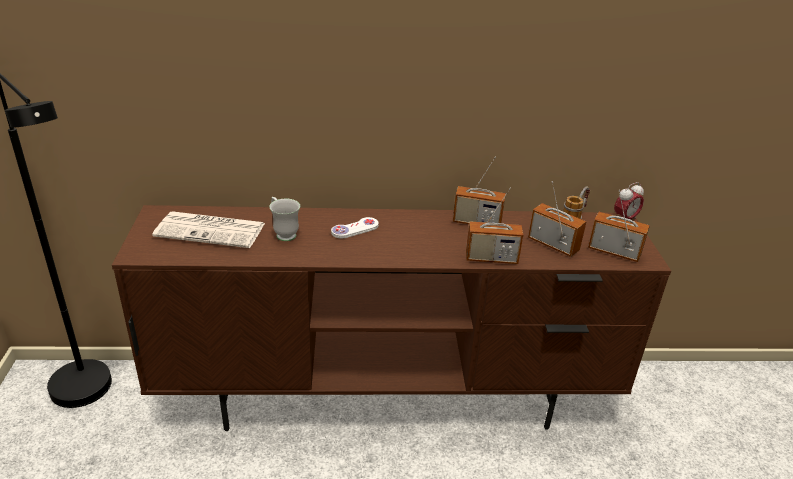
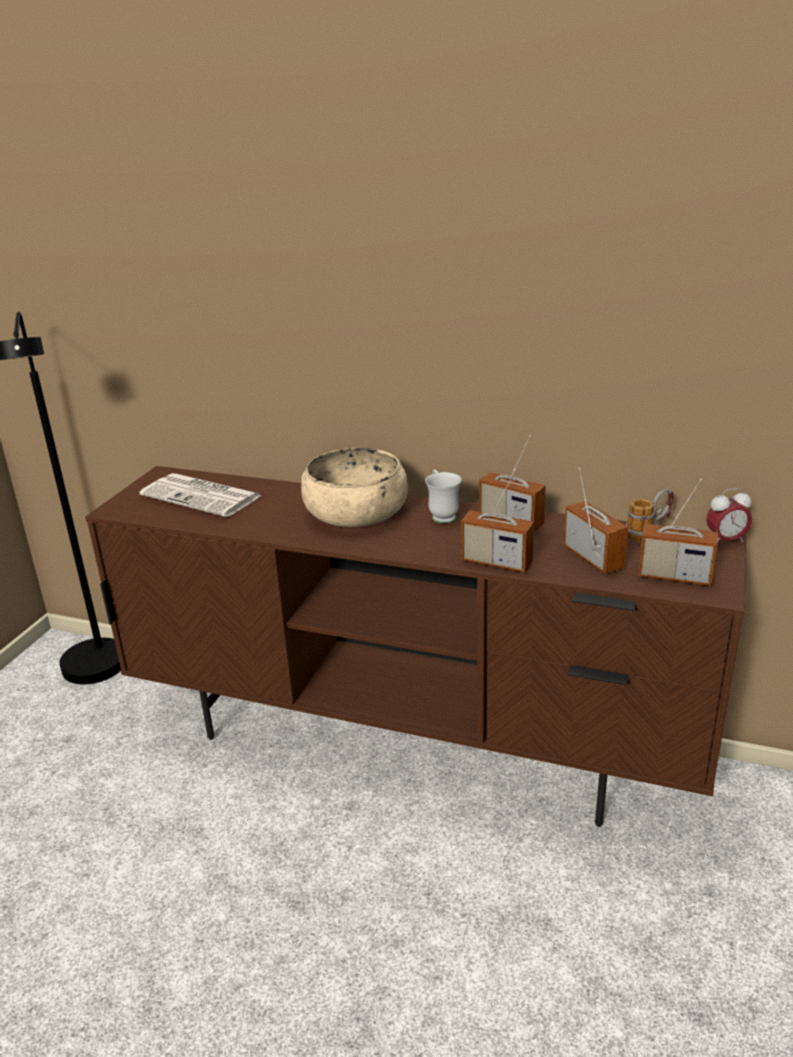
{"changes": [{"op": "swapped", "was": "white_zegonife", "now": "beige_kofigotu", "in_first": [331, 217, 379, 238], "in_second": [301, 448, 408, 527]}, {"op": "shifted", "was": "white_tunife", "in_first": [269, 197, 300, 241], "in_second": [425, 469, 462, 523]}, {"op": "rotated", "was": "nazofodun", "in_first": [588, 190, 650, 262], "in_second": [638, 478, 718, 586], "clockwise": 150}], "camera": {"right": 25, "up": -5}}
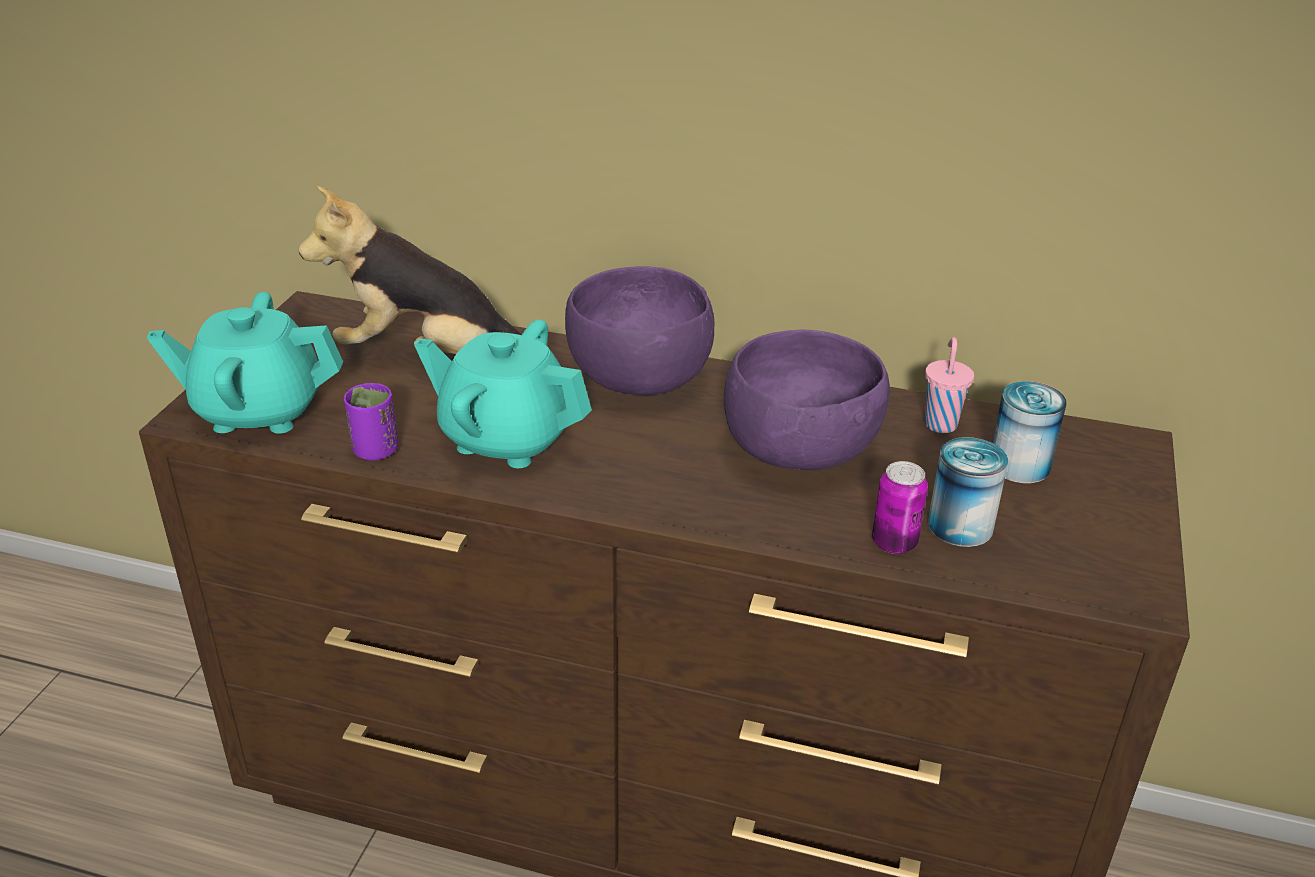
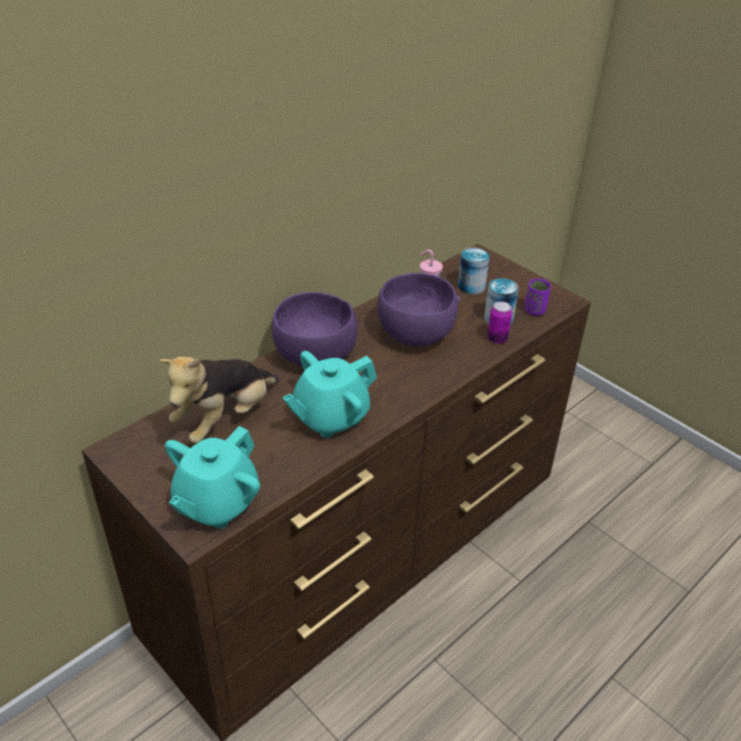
{"changes": [{"op": "shifted", "was": "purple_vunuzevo", "in_first": [344, 383, 398, 461], "in_second": [524, 279, 551, 316]}], "camera": {"right": -60, "up": 5}}
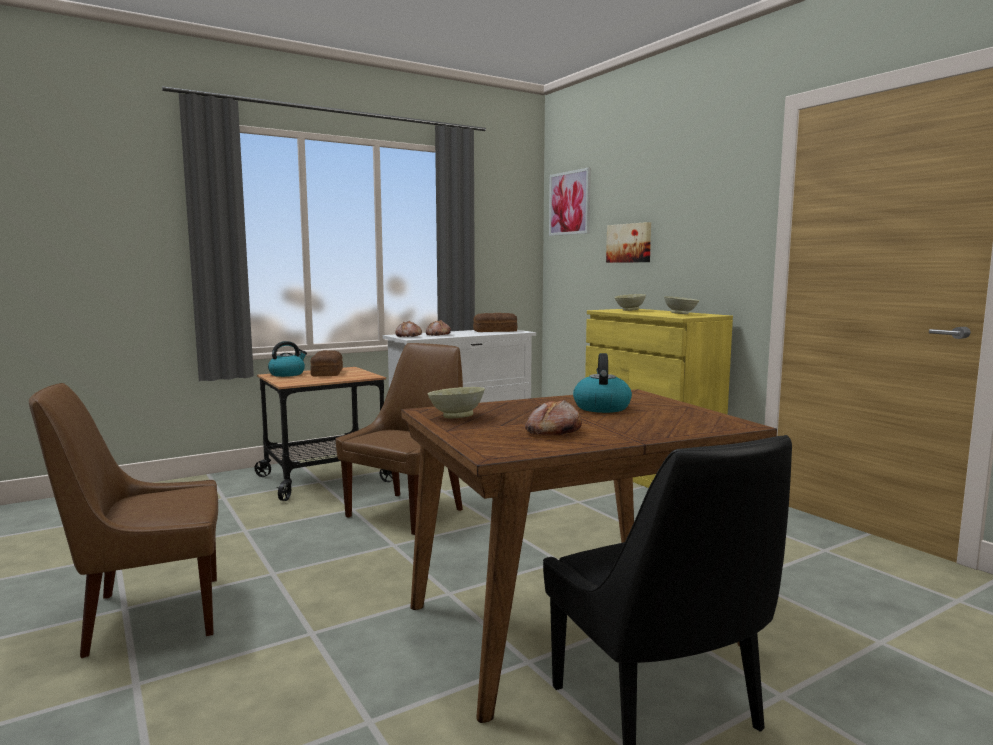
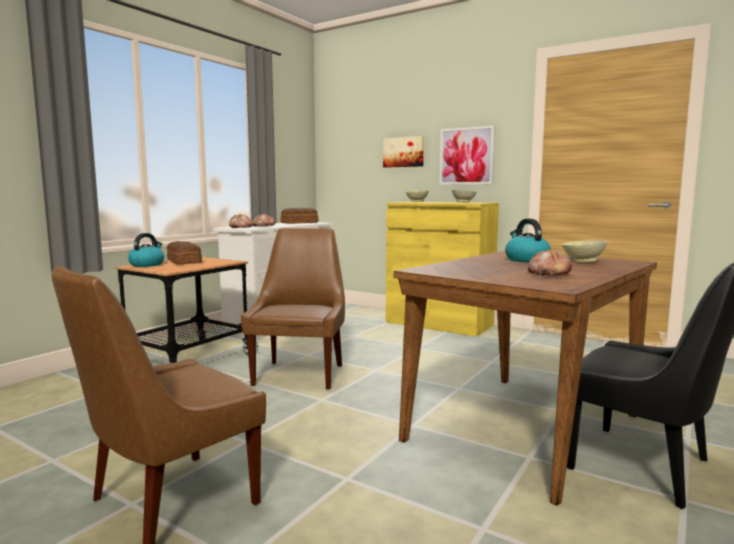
{"changes": [{"op": "shifted", "was": "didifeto", "in_first": [549, 168, 591, 236], "in_second": [440, 126, 495, 185]}, {"op": "shifted", "was": "beige_kofigotu", "in_first": [427, 387, 485, 418], "in_second": [562, 240, 608, 263]}], "camera": {"right": -25, "up": 0}}
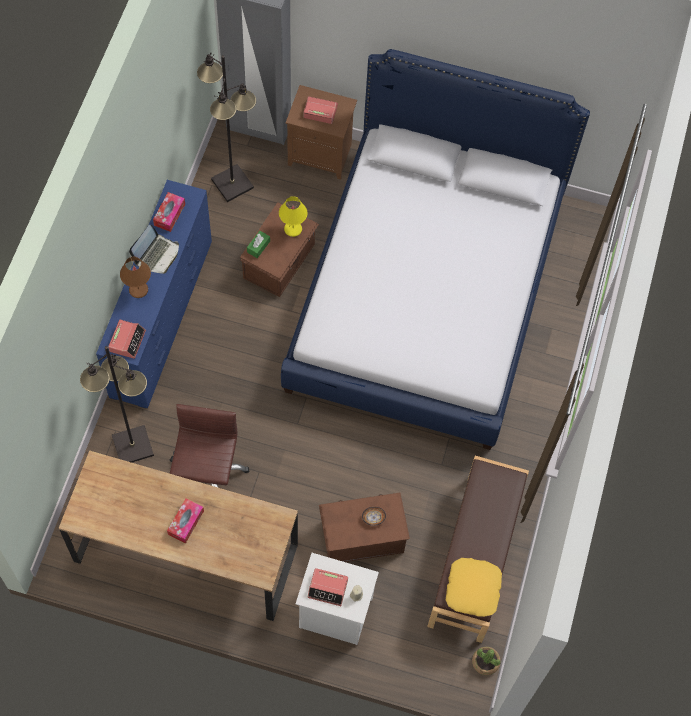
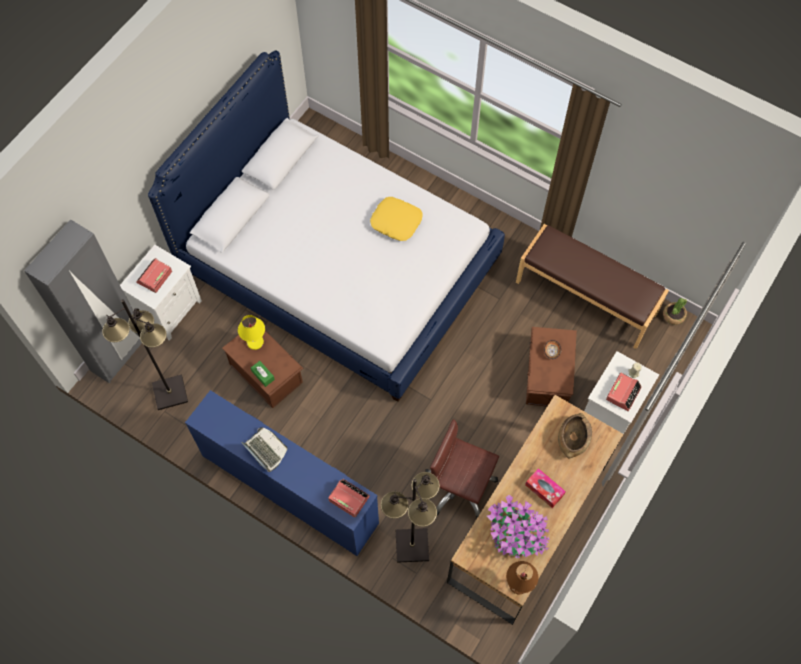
{"changes": [{"op": "repainted", "was": "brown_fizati", "now": "white_fizati", "in_first": [286, 85, 357, 180], "in_second": [120, 245, 202, 341]}, {"op": "shifted", "was": "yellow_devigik", "in_first": [446, 558, 502, 617], "in_second": [370, 197, 423, 241]}, {"op": "new", "now": "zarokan", "in_second": [487, 495, 550, 559]}, {"op": "shifted", "was": "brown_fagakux", "in_first": [120, 257, 151, 298], "in_second": [506, 561, 538, 594]}, {"op": "new", "now": "brown_kofigotu", "in_second": [558, 413, 592, 458]}, {"op": "gone", "was": "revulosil", "in_first": [153, 192, 185, 232]}], "camera": {"right": -70, "up": 0}}
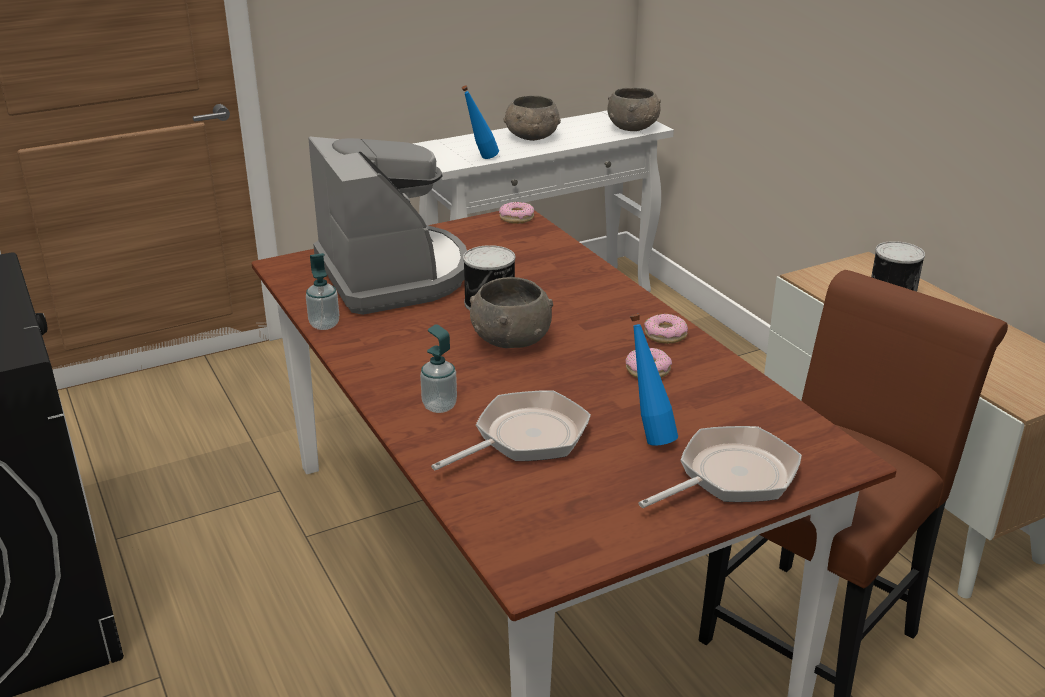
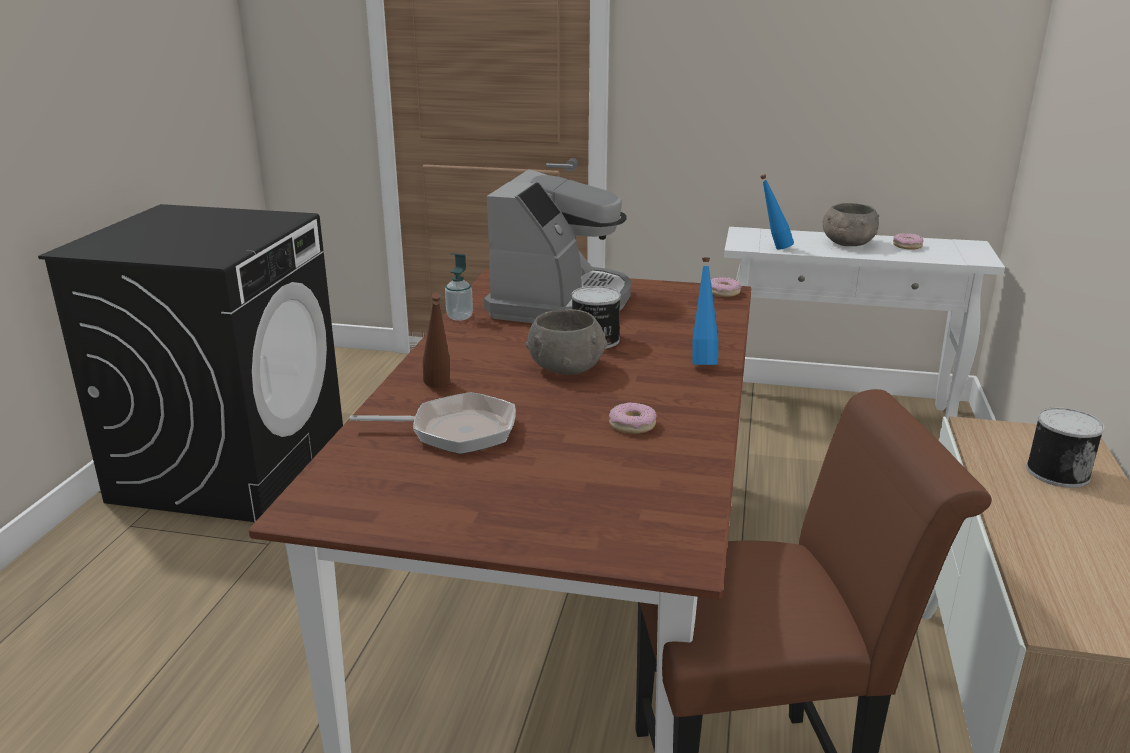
{"changes": [{"op": "swapped", "was": "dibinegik", "now": "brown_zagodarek", "in_first": [420, 324, 457, 413], "in_second": [423, 293, 450, 388]}, {"op": "shifted", "was": "blue_zagodarek", "in_first": [630, 314, 678, 446], "in_second": [692, 258, 718, 365]}, {"op": "shifted", "was": "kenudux", "in_first": [644, 314, 688, 344], "in_second": [893, 233, 924, 249]}, {"op": "gone", "was": "grey_kofigotu", "in_first": [607, 87, 661, 131]}, {"op": "gone", "was": "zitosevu", "in_first": [638, 426, 802, 508]}], "camera": {"right": 40, "up": -5}}
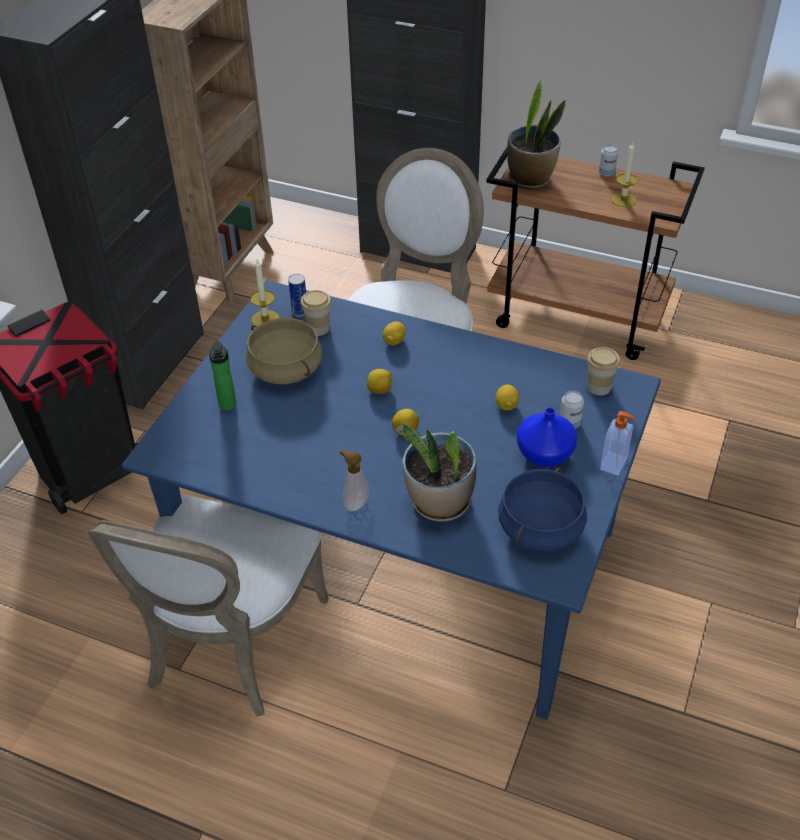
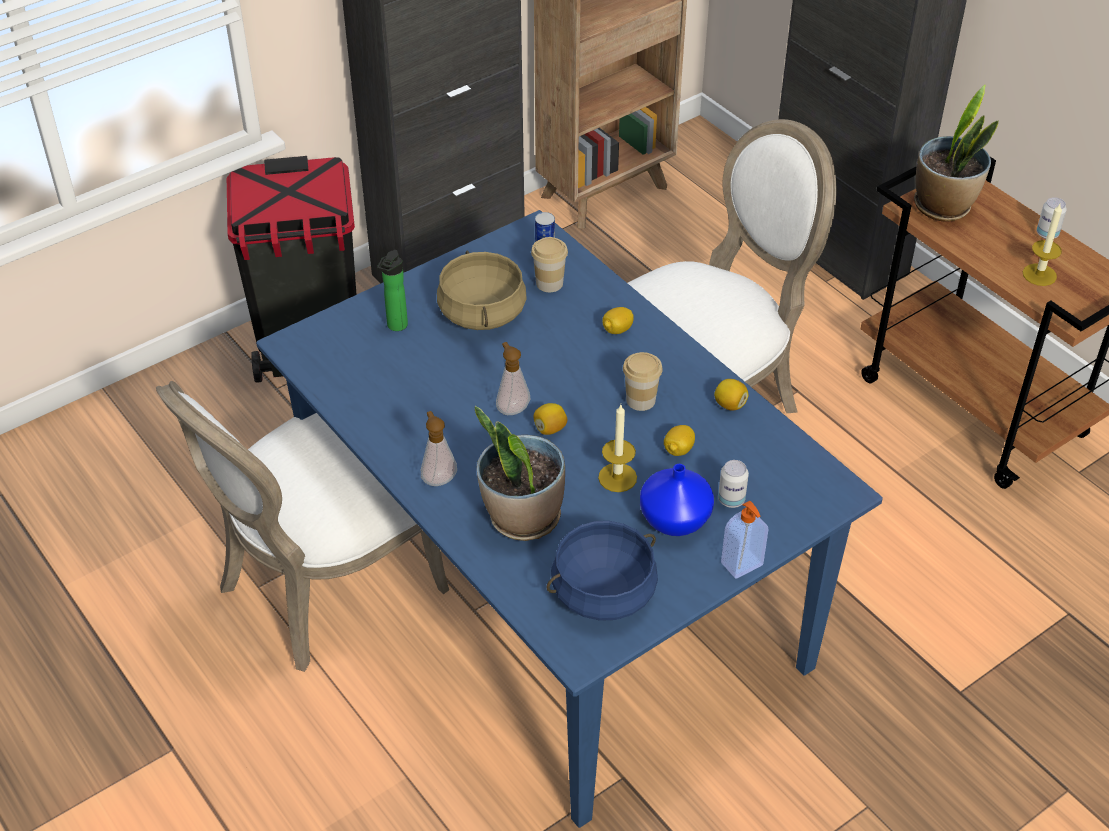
{"changes": [{"op": "new", "now": "dibinegik", "in_second": [496, 342, 530, 415]}, {"op": "shifted", "was": "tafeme", "in_first": [250, 259, 280, 326], "in_second": [598, 405, 637, 492]}, {"op": "shifted", "was": "vunuzevo", "in_first": [587, 347, 620, 395], "in_second": [623, 352, 663, 411]}, {"op": "shifted", "was": "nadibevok", "in_first": [367, 369, 393, 394], "in_second": [714, 379, 748, 411]}], "camera": {"right": 30, "up": 0}}
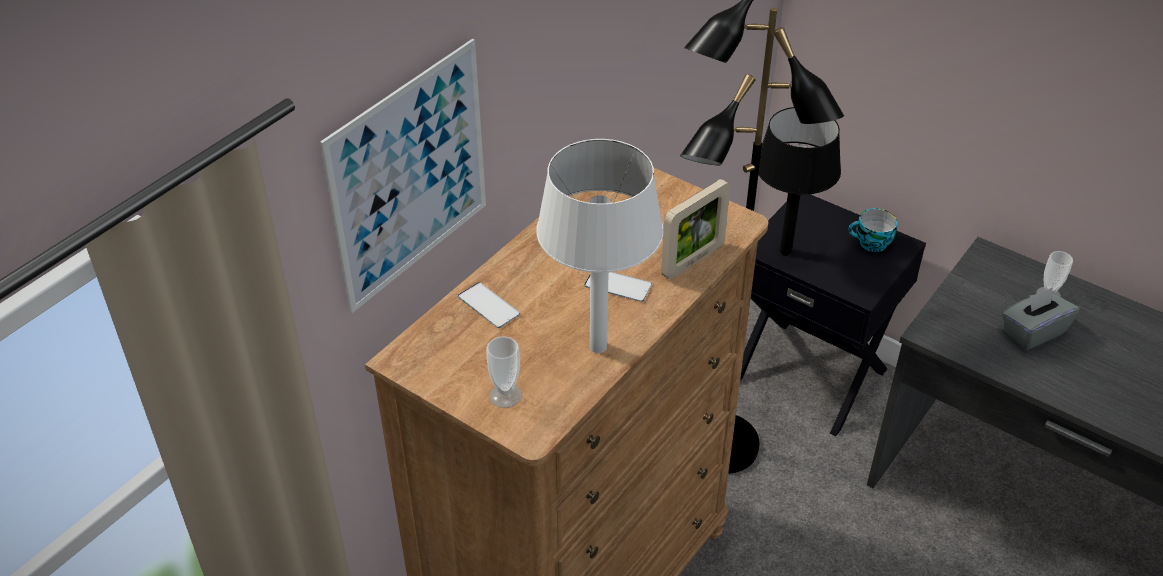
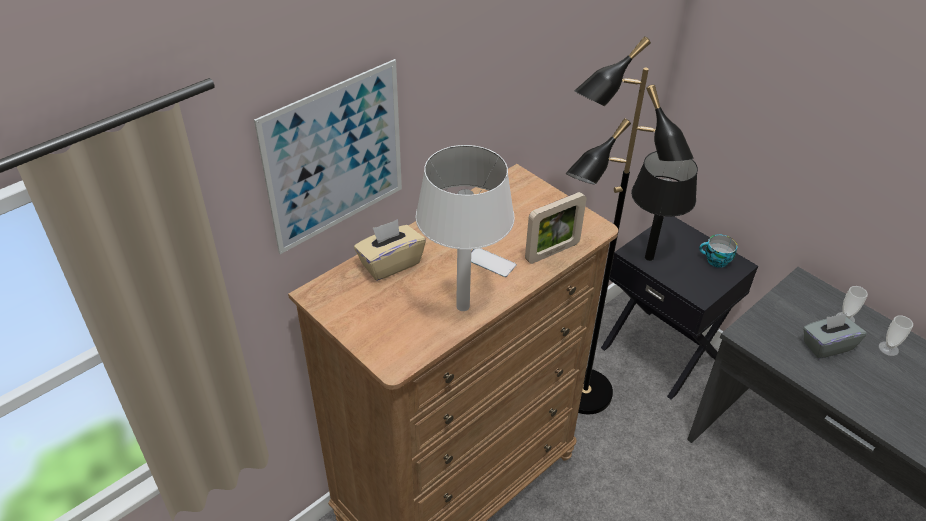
{"changes": [{"op": "swapped", "was": "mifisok", "now": "beige_revulosil", "in_first": [458, 282, 520, 328], "in_second": [354, 219, 426, 281]}, {"op": "shifted", "was": "vunuzevo", "in_first": [486, 336, 522, 408], "in_second": [879, 315, 913, 356]}], "camera": {"right": 10, "up": 0}}
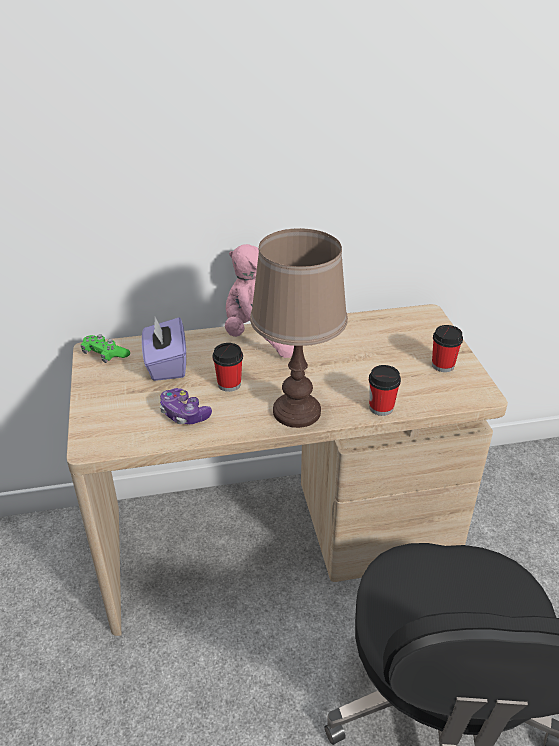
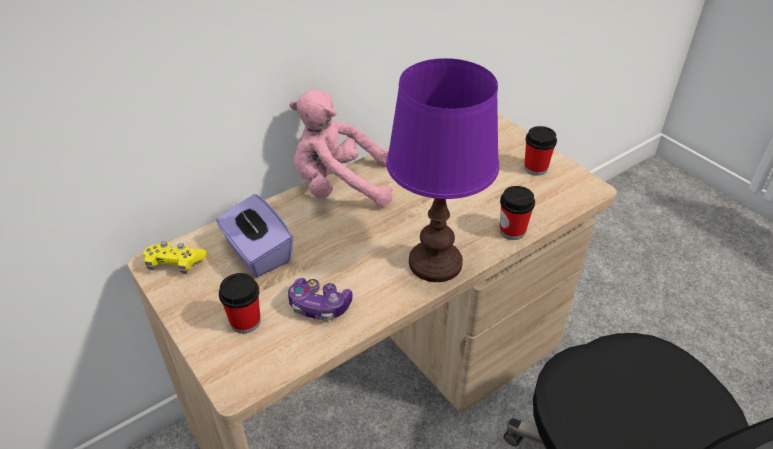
{"changes": [{"op": "repainted", "was": "green_zegonife", "now": "yellow_zegonife", "in_first": [81, 334, 130, 363], "in_second": [144, 241, 207, 274]}, {"op": "shifted", "was": "vunuzevo", "in_first": [213, 343, 243, 392], "in_second": [219, 273, 260, 334]}, {"op": "repainted", "was": "brown_fagakux", "now": "purple_fagakux", "in_first": [250, 228, 348, 428], "in_second": [386, 58, 499, 282]}], "camera": {"right": -25, "up": 5}}
